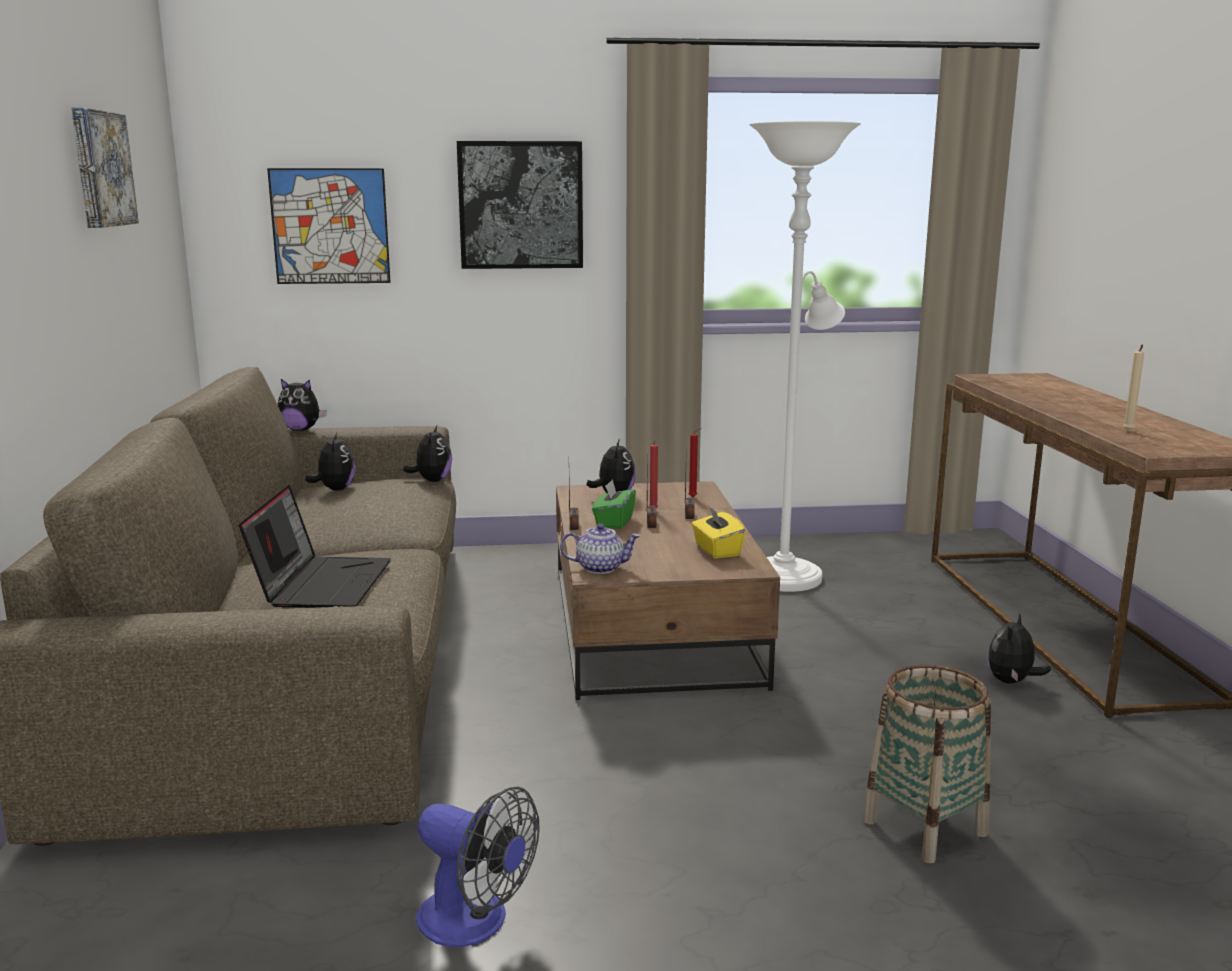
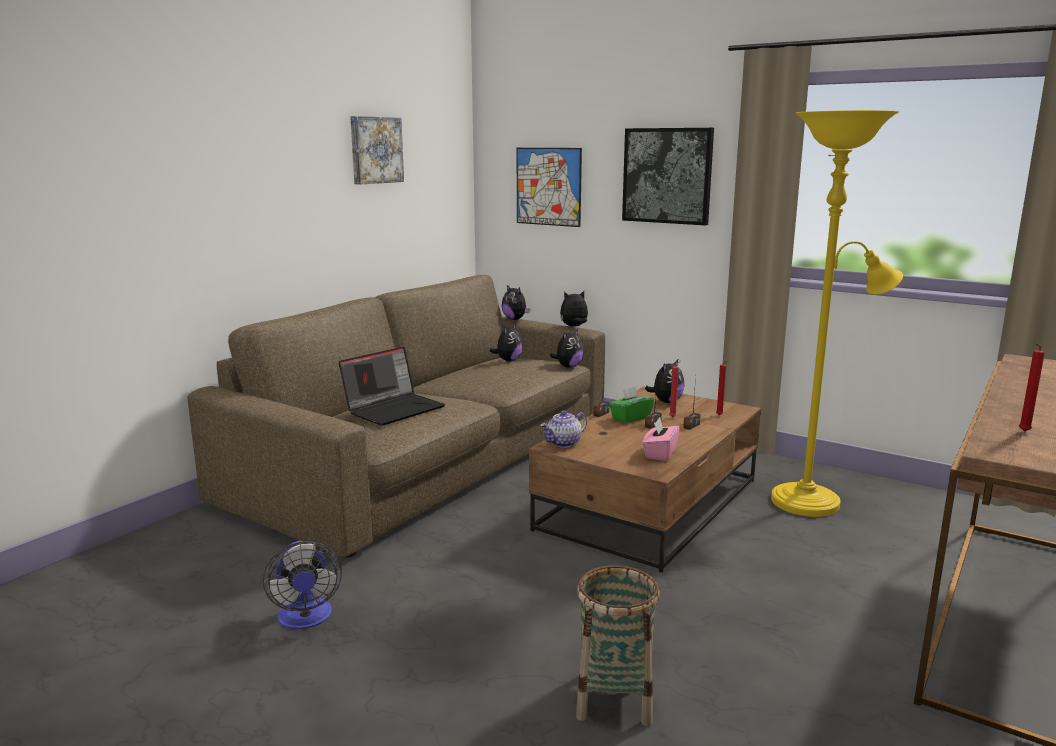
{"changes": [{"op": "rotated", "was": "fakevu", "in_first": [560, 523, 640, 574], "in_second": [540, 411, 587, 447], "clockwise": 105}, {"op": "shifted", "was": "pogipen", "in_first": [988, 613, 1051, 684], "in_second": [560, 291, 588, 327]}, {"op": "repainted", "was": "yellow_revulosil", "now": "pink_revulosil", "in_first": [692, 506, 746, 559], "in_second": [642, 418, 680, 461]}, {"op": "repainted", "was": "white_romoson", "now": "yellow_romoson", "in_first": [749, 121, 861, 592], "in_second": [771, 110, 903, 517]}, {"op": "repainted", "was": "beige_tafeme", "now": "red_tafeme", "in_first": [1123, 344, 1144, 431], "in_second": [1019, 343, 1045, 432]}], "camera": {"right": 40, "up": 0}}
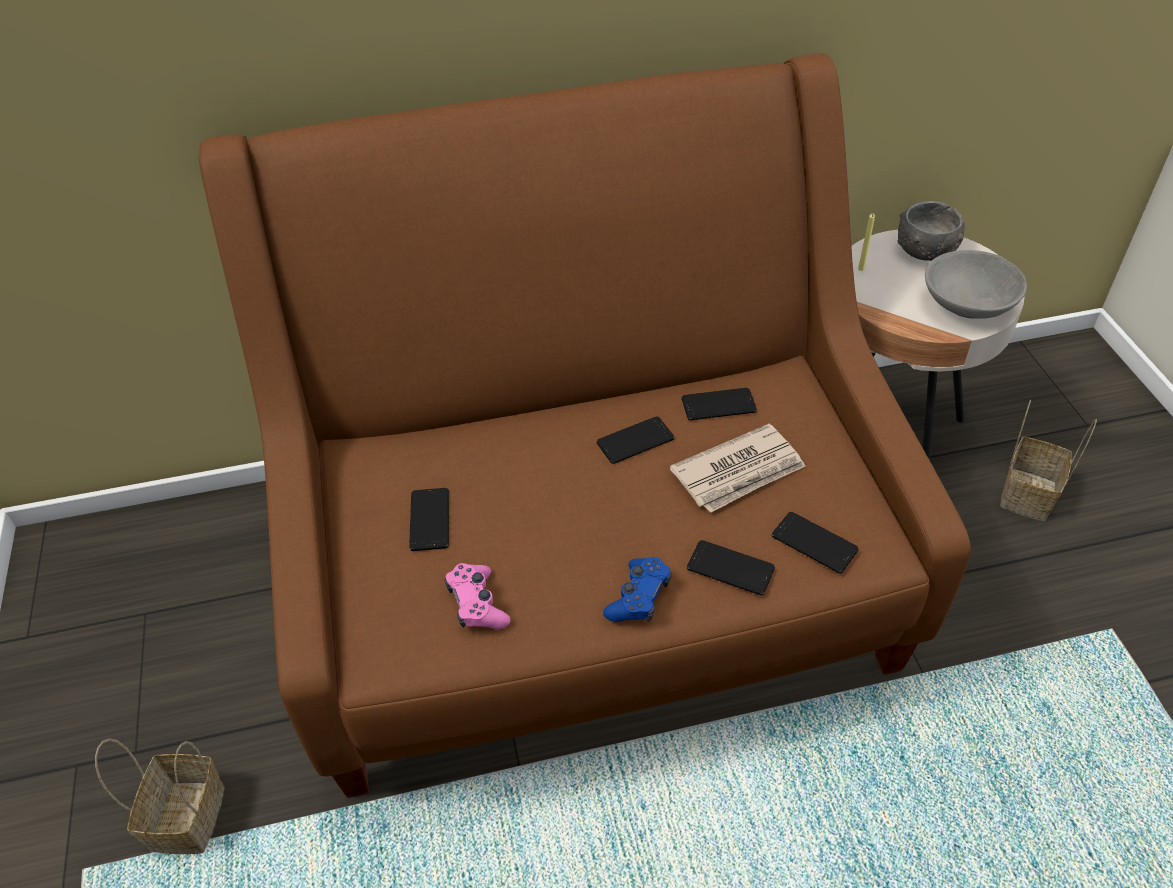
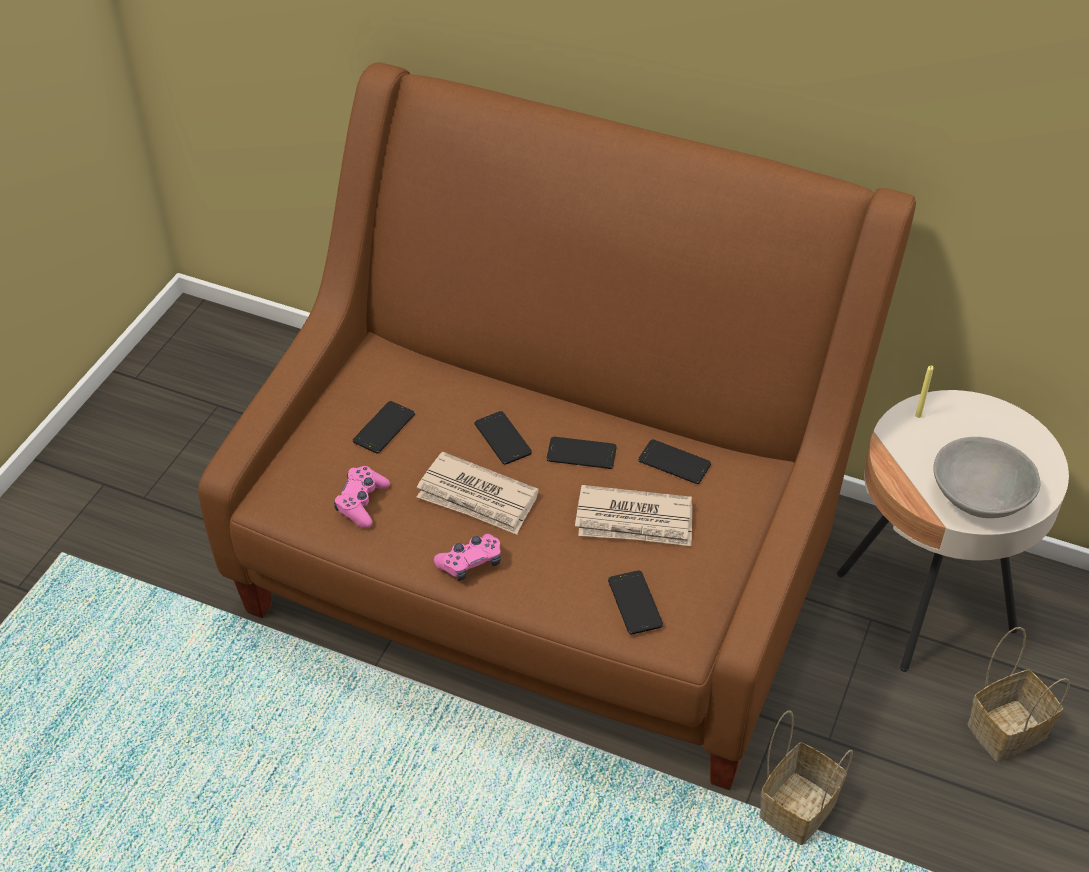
{"changes": [{"op": "new", "now": "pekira", "in_second": [417, 452, 539, 534]}, {"op": "repainted", "was": "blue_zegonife", "now": "pink_zegonife", "in_first": [603, 557, 671, 622], "in_second": [434, 534, 501, 581]}, {"op": "shifted", "was": "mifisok", "in_first": [687, 540, 775, 595], "in_second": [474, 411, 532, 465]}, {"op": "shifted", "was": "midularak", "in_first": [95, 738, 225, 854], "in_second": [759, 710, 853, 845]}, {"op": "gone", "was": "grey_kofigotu", "in_first": [898, 201, 965, 261]}], "camera": {"right": 35, "up": 0}}
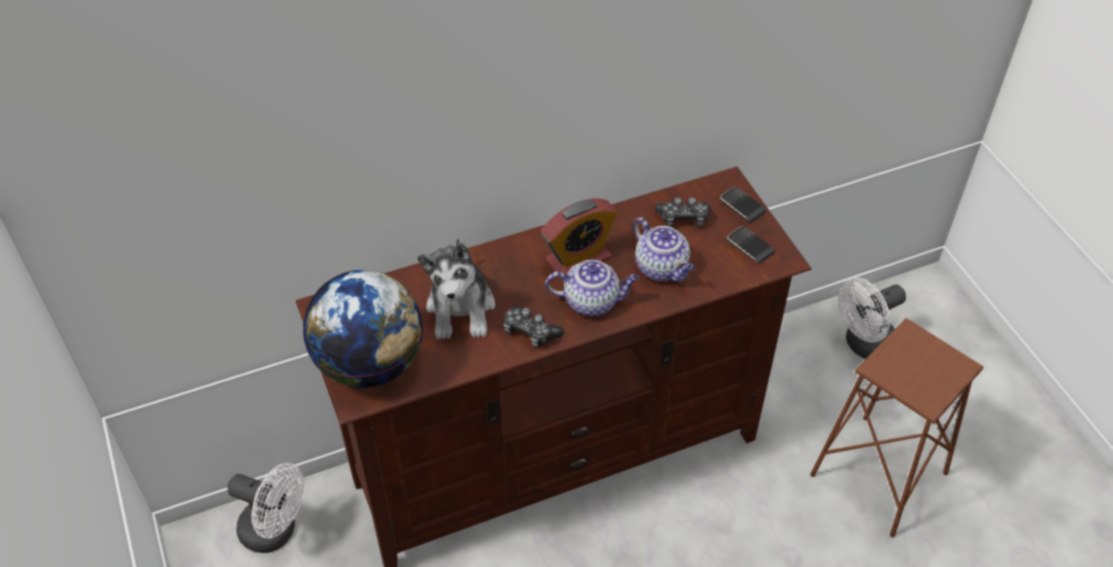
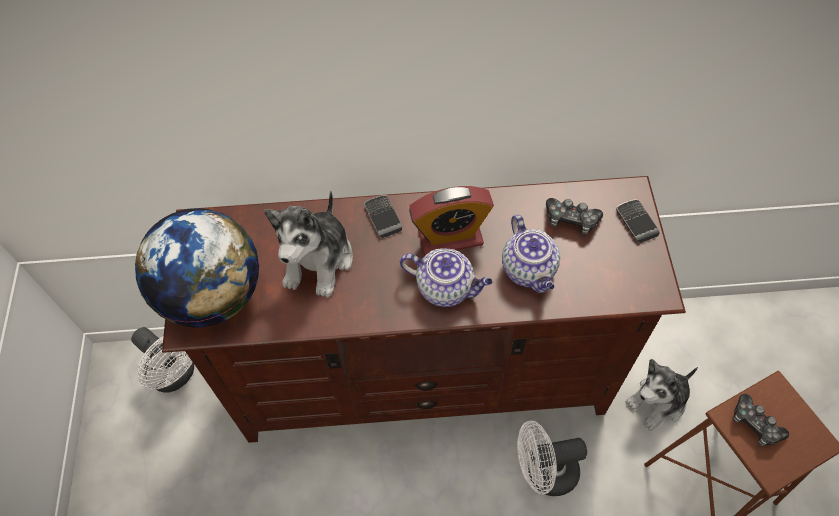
{"changes": [{"op": "shifted", "was": "mifisok", "in_first": [727, 226, 774, 263], "in_second": [364, 195, 402, 238]}, {"op": "shifted", "was": "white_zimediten", "in_first": [838, 277, 906, 359], "in_second": [517, 421, 587, 496]}, {"op": "new", "now": "pogipen", "in_second": [625, 359, 698, 431]}, {"op": "shifted", "was": "zegonife", "in_first": [504, 306, 563, 348], "in_second": [733, 394, 789, 446]}], "camera": {"right": 20, "up": 10}}
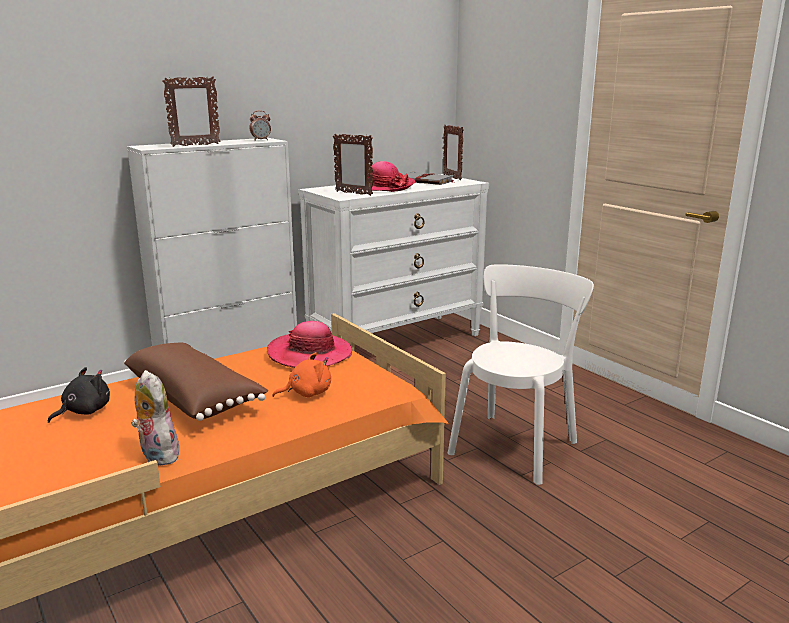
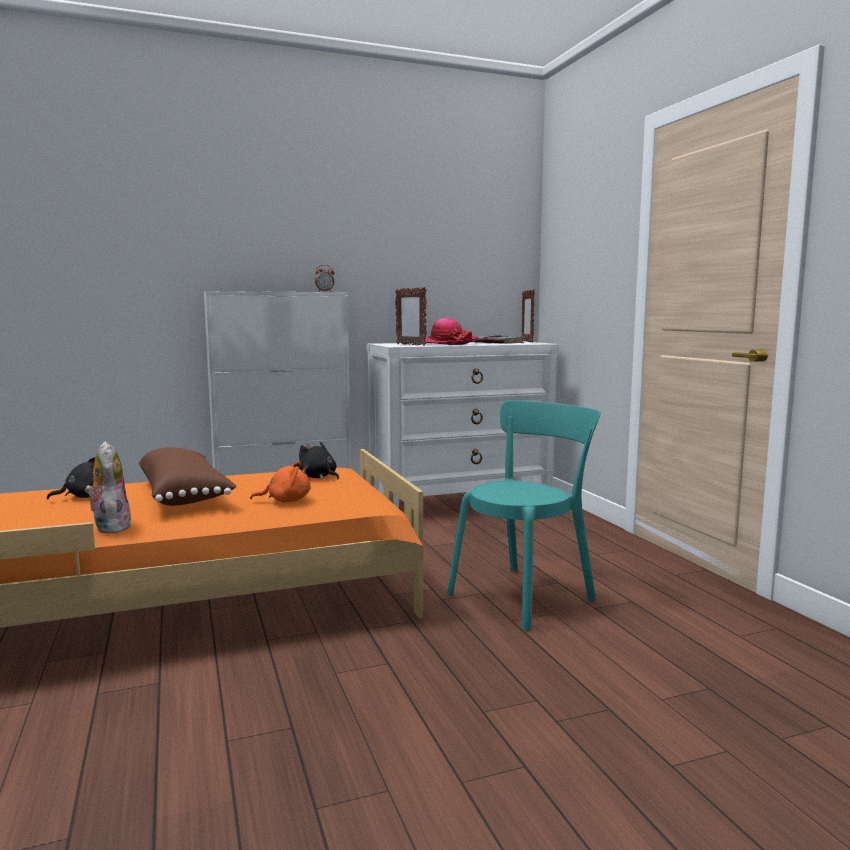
{"changes": [{"op": "swapped", "was": "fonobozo", "now": "black_pogipen", "in_first": [267, 321, 352, 368], "in_second": [299, 442, 339, 479]}, {"op": "repainted", "was": "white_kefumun", "now": "turquoise_kefumun", "in_first": [448, 264, 594, 485], "in_second": [447, 400, 601, 631]}, {"op": "gone", "was": "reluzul", "in_first": [162, 77, 221, 147]}], "camera": {"right": 15, "up": -10}}
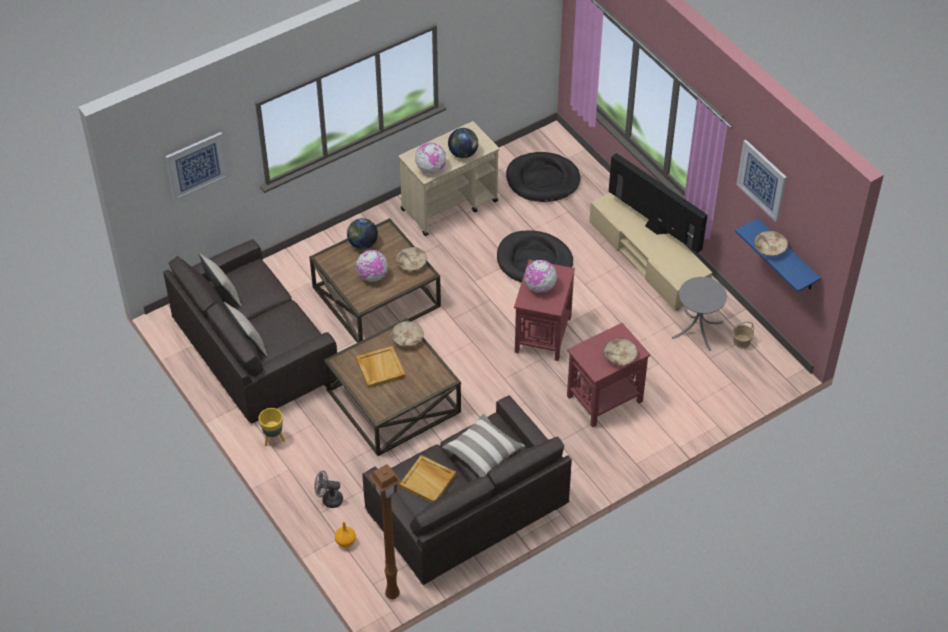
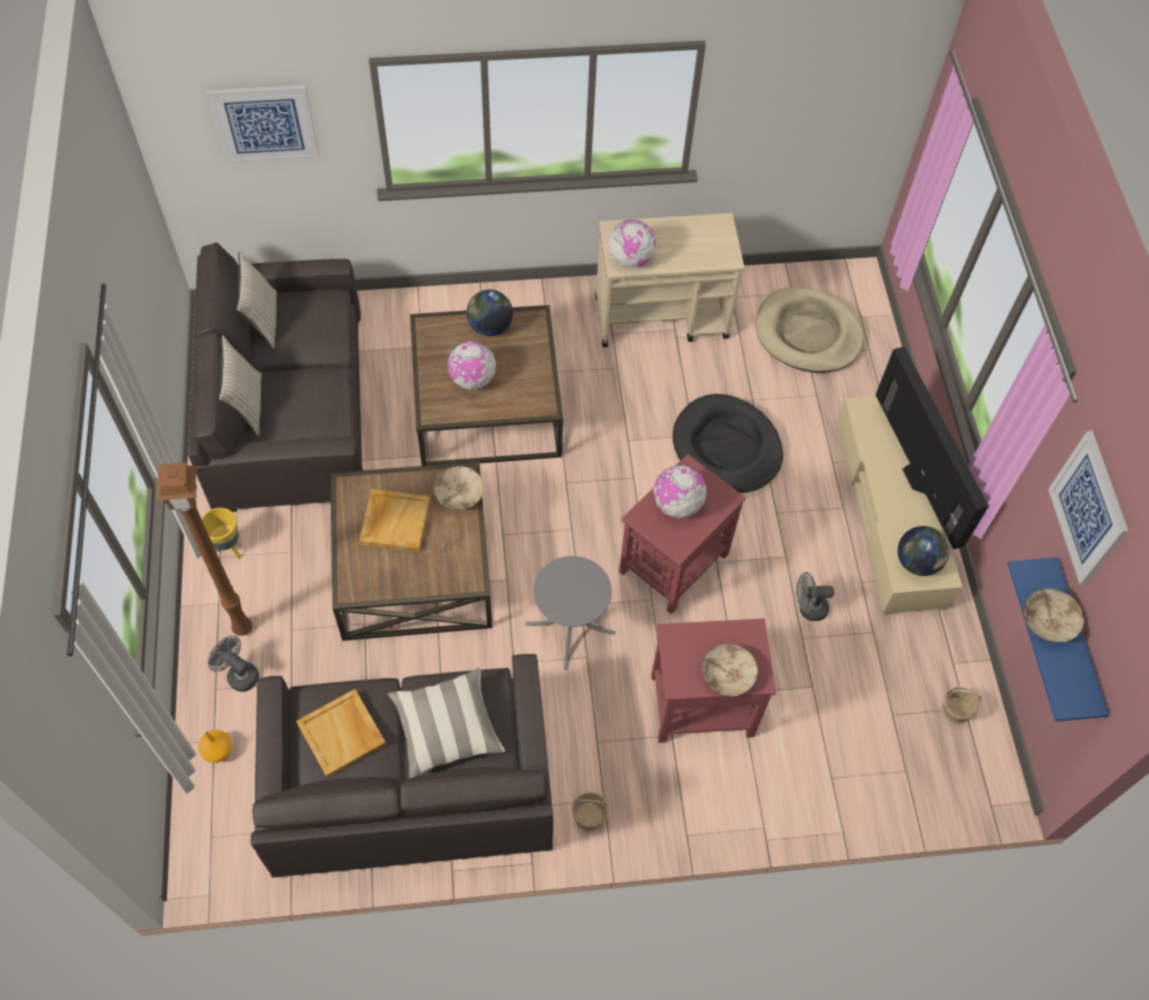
{"changes": [{"op": "shifted", "was": "brown_romoson", "in_first": [369, 464, 401, 599], "in_second": [156, 463, 252, 636]}, {"op": "shifted", "was": "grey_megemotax", "in_first": [671, 277, 727, 351], "in_second": [526, 556, 616, 670]}, {"op": "new", "now": "midularak", "in_second": [572, 792, 608, 831]}, {"op": "repainted", "was": "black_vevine", "now": "beige_vevine", "in_first": [506, 152, 580, 202], "in_second": [756, 287, 864, 373]}, {"op": "new", "now": "grey_zimediten", "in_second": [796, 572, 834, 621]}, {"op": "shifted", "was": "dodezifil", "in_first": [448, 128, 478, 158], "in_second": [898, 526, 949, 576]}, {"op": "gone", "was": "beige_kofigotu", "in_first": [396, 247, 427, 272]}], "camera": {"right": 25, "up": 10}}
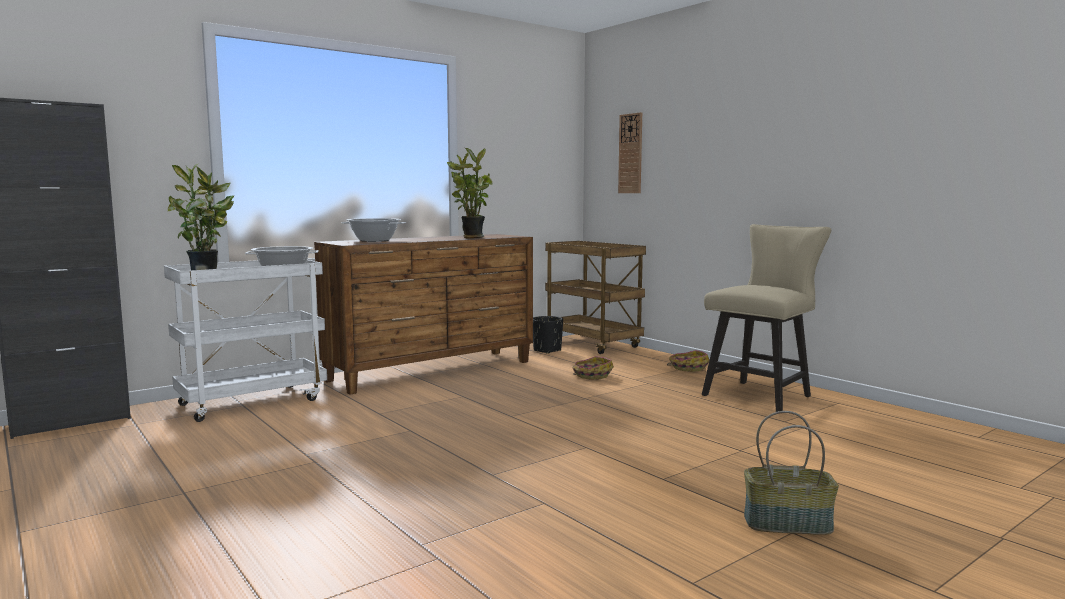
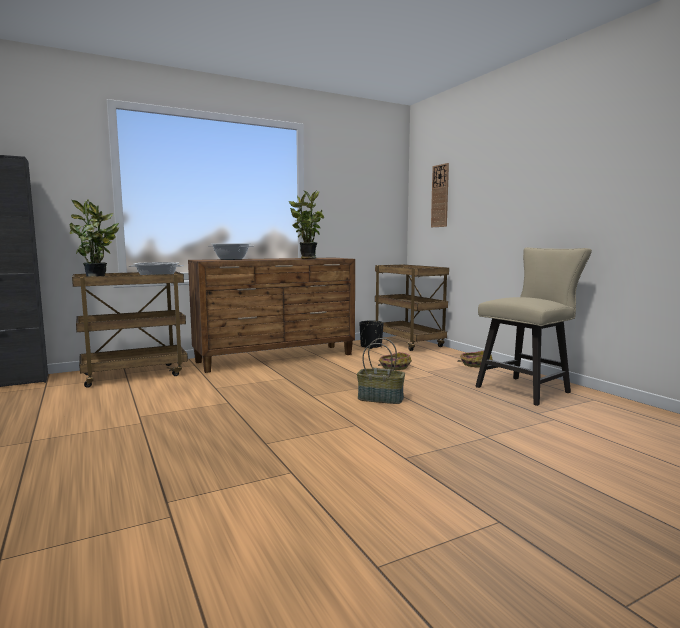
{"changes": [{"op": "repainted", "was": "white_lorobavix", "now": "brown_lorobavix", "in_first": [164, 260, 327, 422], "in_second": [72, 271, 188, 388]}, {"op": "shifted", "was": "midularak", "in_first": [744, 411, 839, 535], "in_second": [357, 338, 405, 404]}], "camera": {"right": 10, "up": 0}}
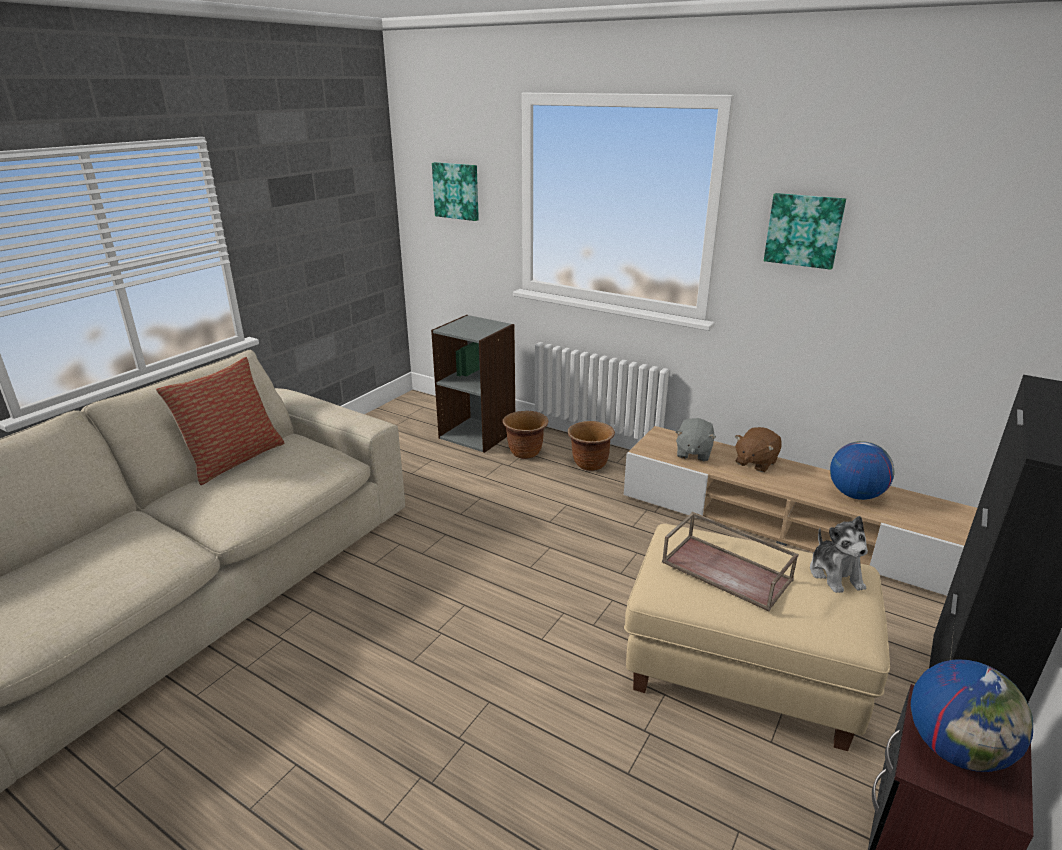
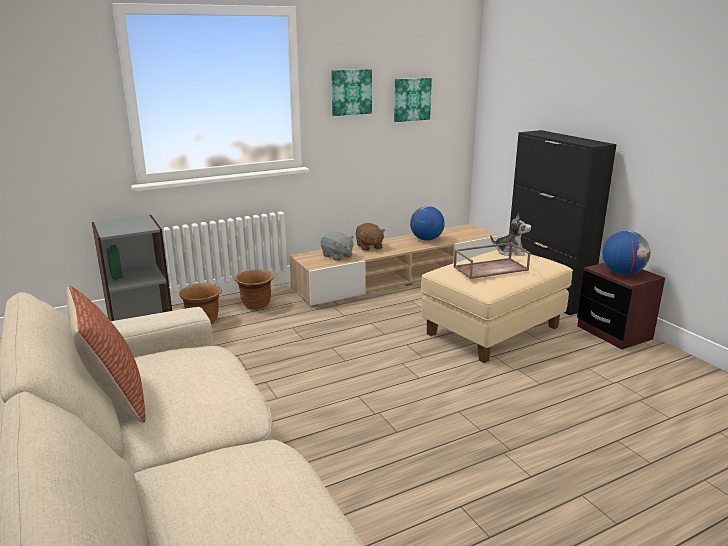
{"changes": [{"op": "shifted", "was": "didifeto", "in_first": [432, 162, 479, 221], "in_second": [394, 78, 432, 122]}], "camera": {"right": -60, "up": -5}}
